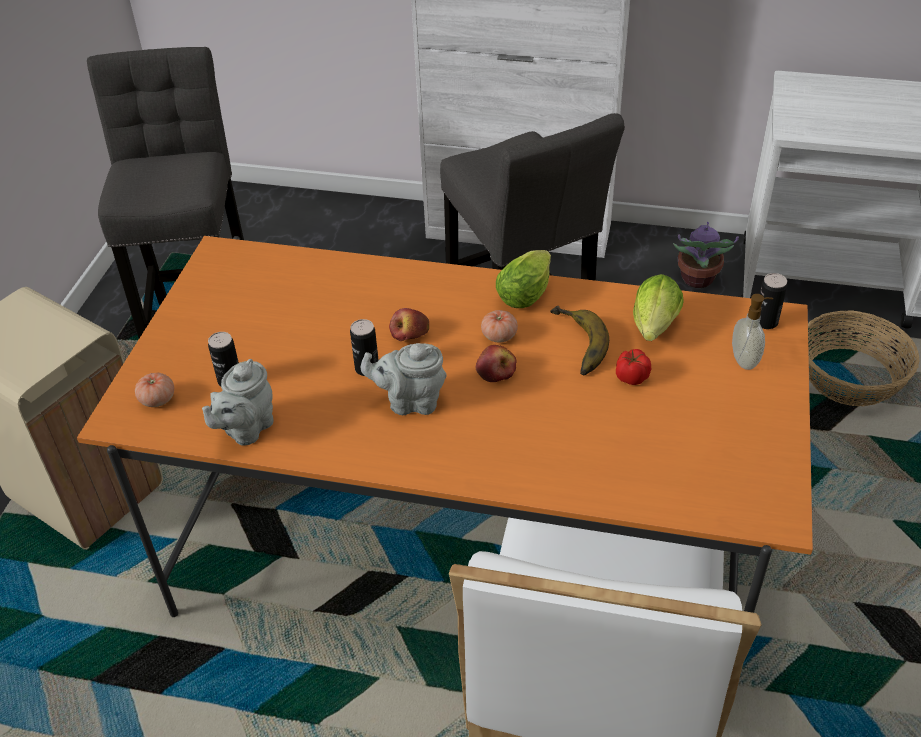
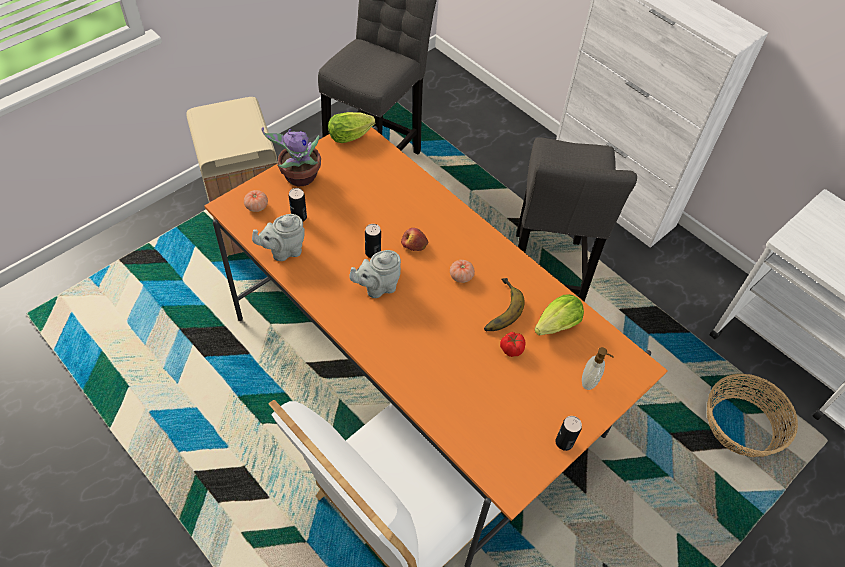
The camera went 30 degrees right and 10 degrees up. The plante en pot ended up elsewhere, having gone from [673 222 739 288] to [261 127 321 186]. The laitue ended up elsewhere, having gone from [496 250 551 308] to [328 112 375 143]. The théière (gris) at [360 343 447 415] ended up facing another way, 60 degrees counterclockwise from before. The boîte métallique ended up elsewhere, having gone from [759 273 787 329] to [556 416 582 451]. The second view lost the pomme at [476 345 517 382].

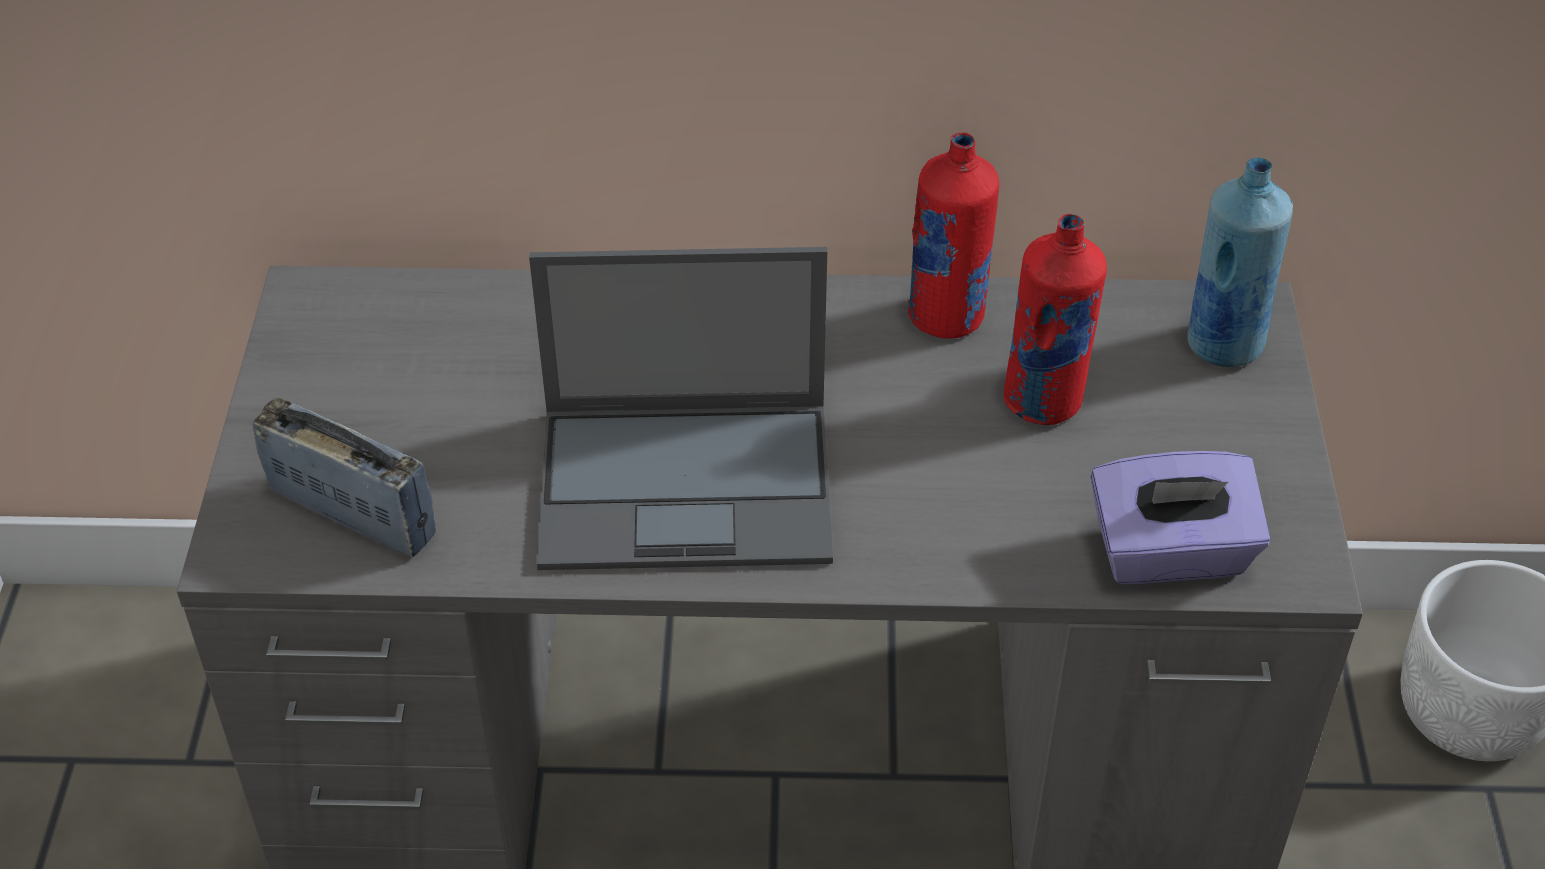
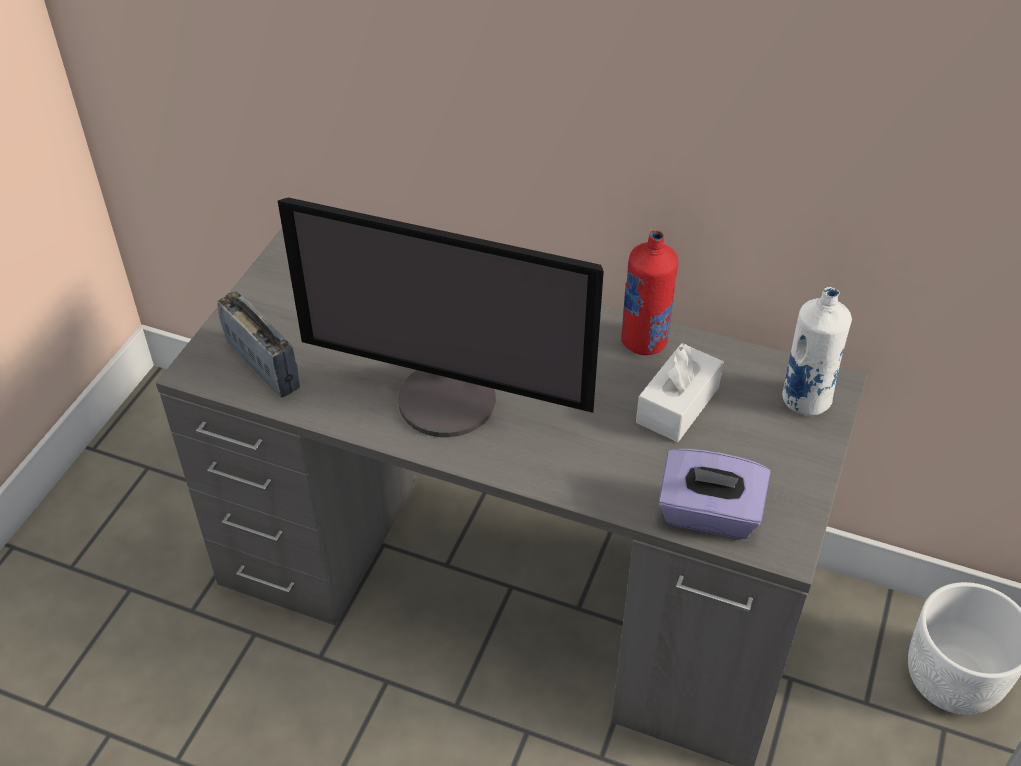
The camera went 20 degrees right and 0 degrees up. Where the ordinateur portable stood at [529 247 833 570], the écran d'ordinateur came to stand at [278 197 604 437]. Where the bouteille (rouge) stood at [1004 214 1107 425], the boîte à mouchoirs (blanc) came to stand at [636 343 723 442]. What was the bouteille (bleu) at [1187 157 1293 367] turned into the bouteille (blanc) at [782 287 852 416].

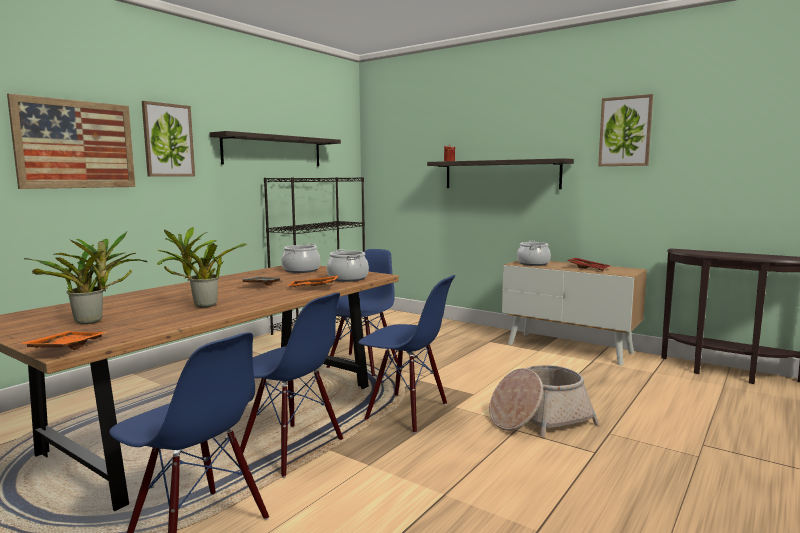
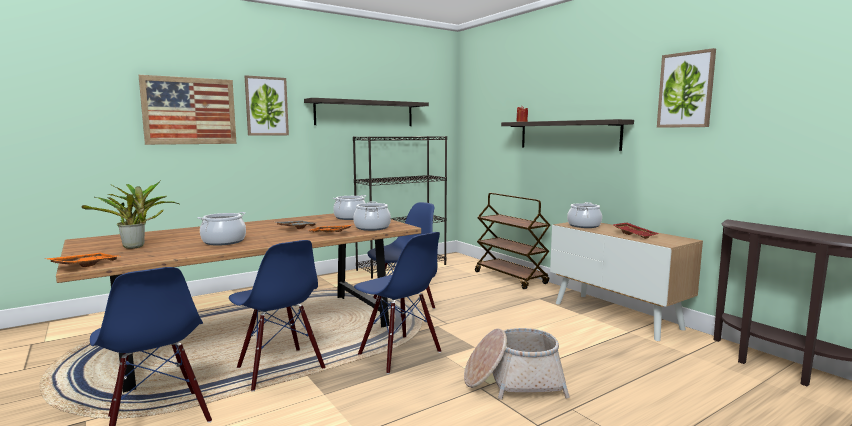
The camera went 20 degrees right and 0 degrees up. Where the plante en pot stood at [157 227 247 307], the marmite came to stand at [198 212 246 246]. The second view gained the chariot (marron) at [475 193 550 289].

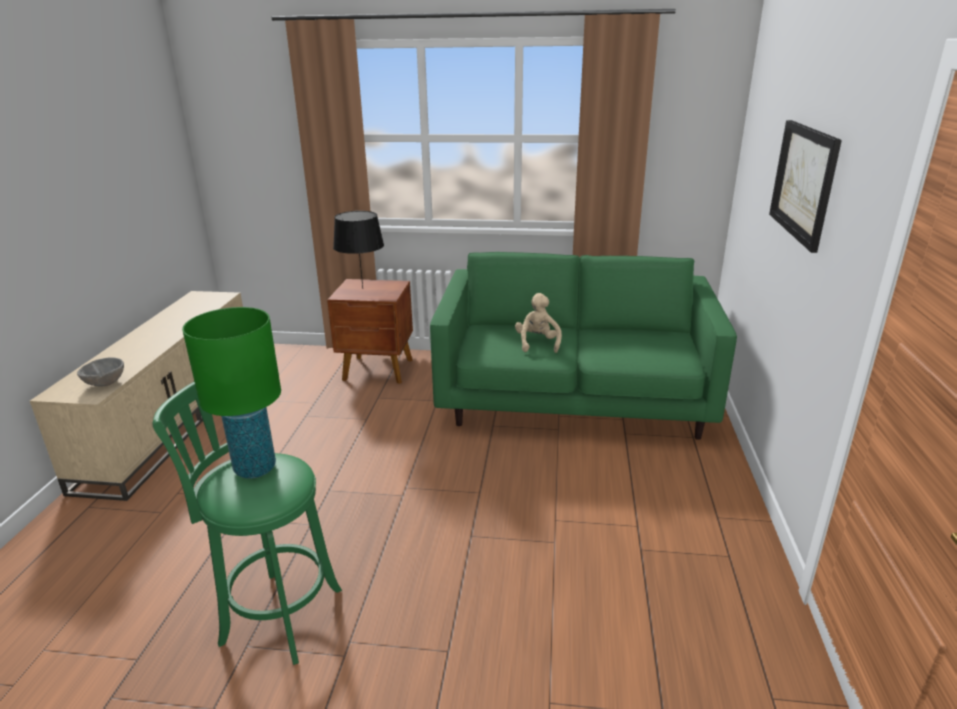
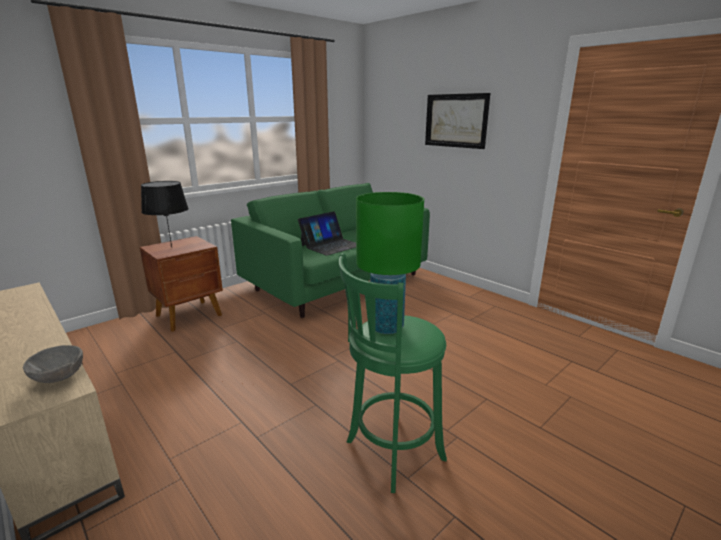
The camera went 50 degrees left and 5 degrees down. Where the peluche (beige) stood at [515 293 562 353], the ordinateur portable came to stand at [298 211 356 256].

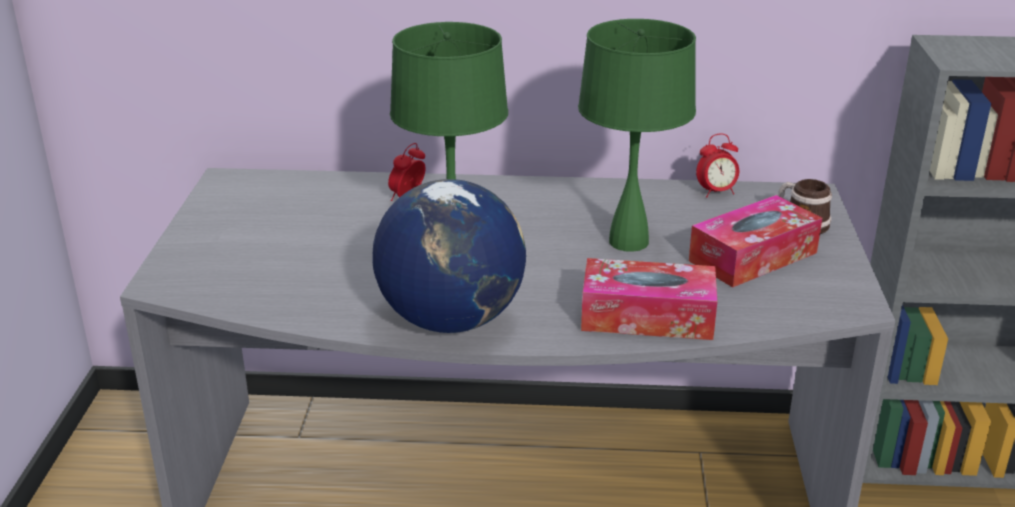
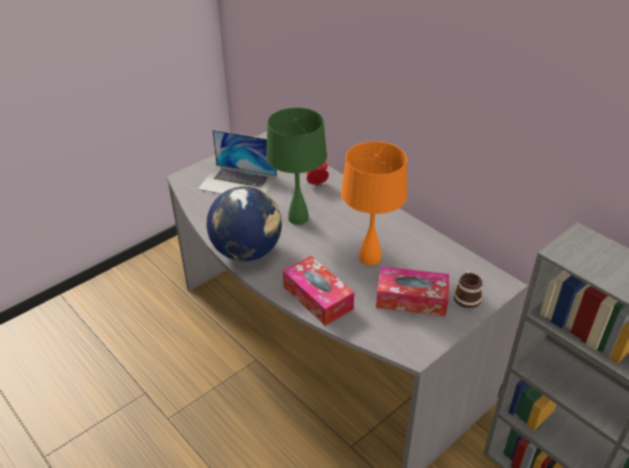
The camera went 45 degrees right and 10 degrees up. The second view gained the ordinateur portable at [198 130 277 194]. What was the lampe de table (vert) at [578 19 696 252] turned into the lampe de table (orange) at [341 141 407 265]. The second view lost the réveil at [696 134 739 197].

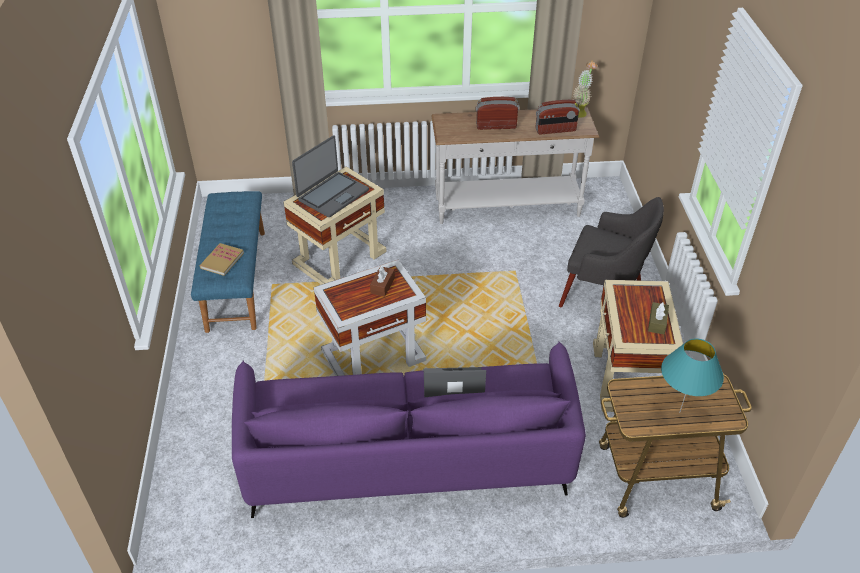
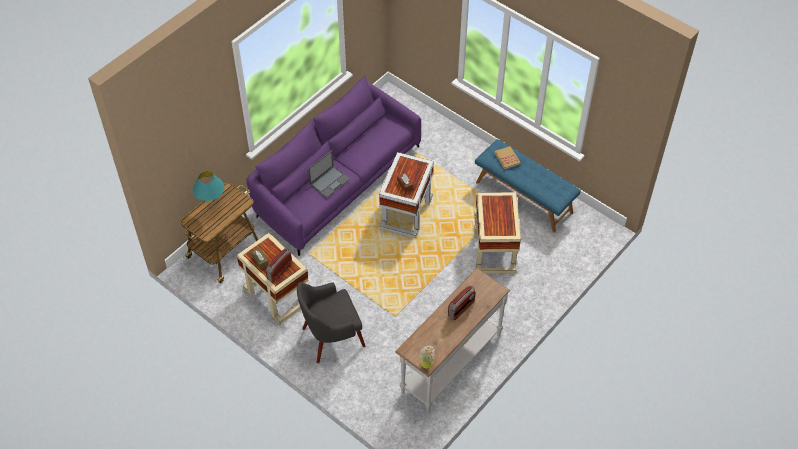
The camera went 135 degrees right and 10 degrees up. The radio ended up elsewhere, having gone from [535 100 580 135] to [266 248 292 283]. The second view lost the ordinateur portable at [292 135 369 217].

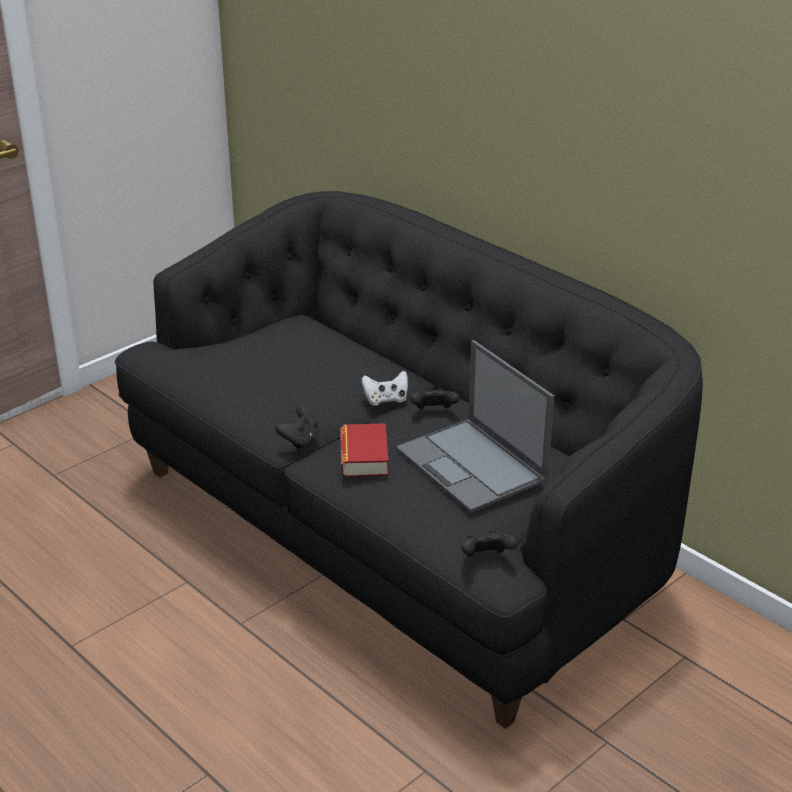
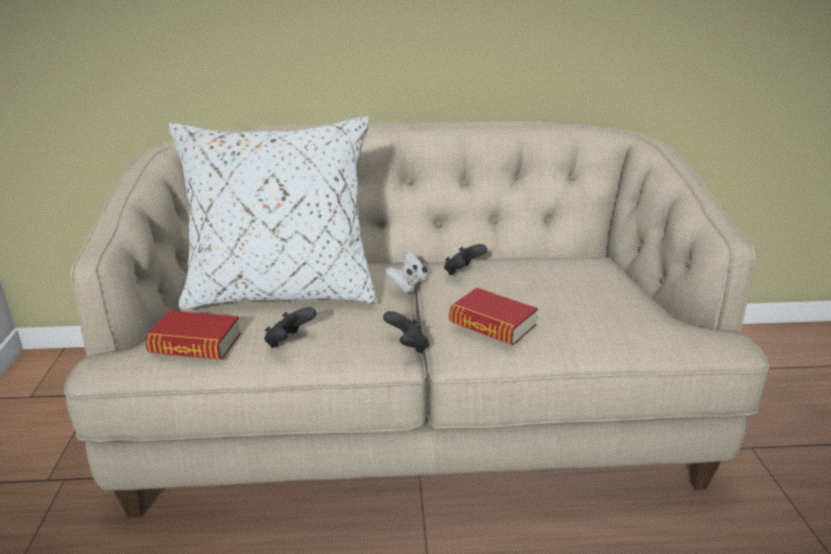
The camera went 50 degrees left and 5 degrees down. What was the canapé (noir) at [115 191 703 729] turned into the canapé (beige) at [64 121 770 517]. The second view gained the livre at [145 310 241 360]. The second view gained the coussin (blanc) at [168 116 377 310]. The manette (noir) ended up elsewhere, having gone from [461 531 518 556] to [264 307 317 348]. The second view lost the ordinateur portable at [396 340 554 513].

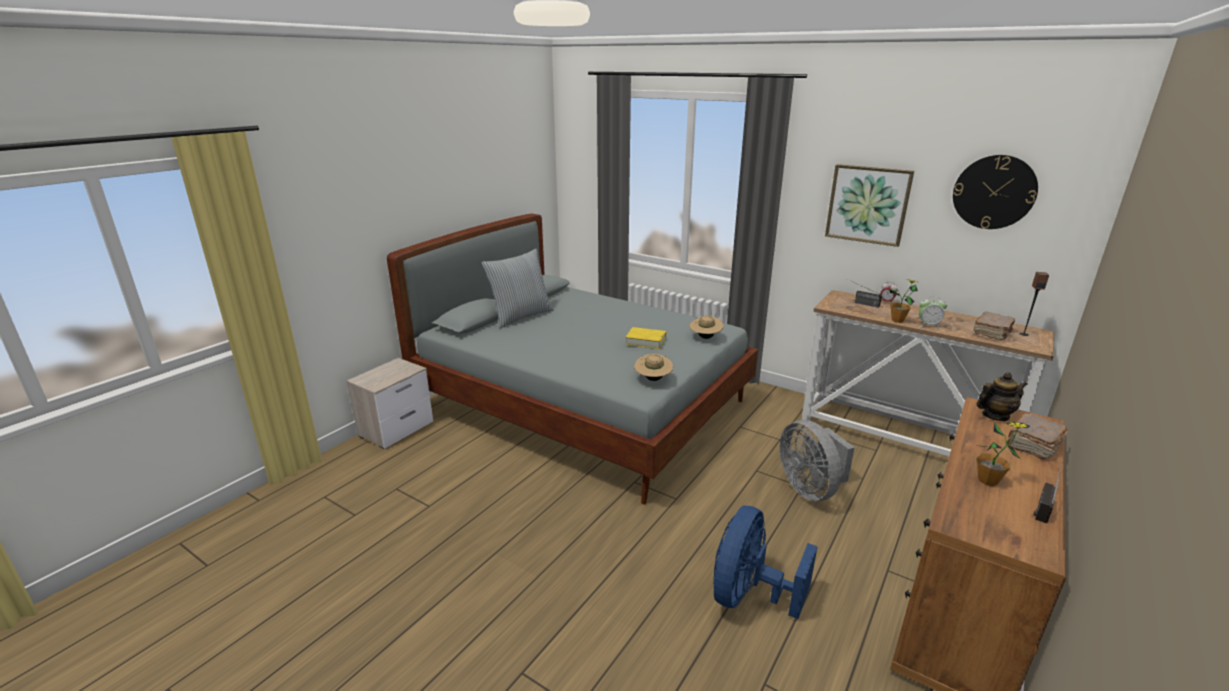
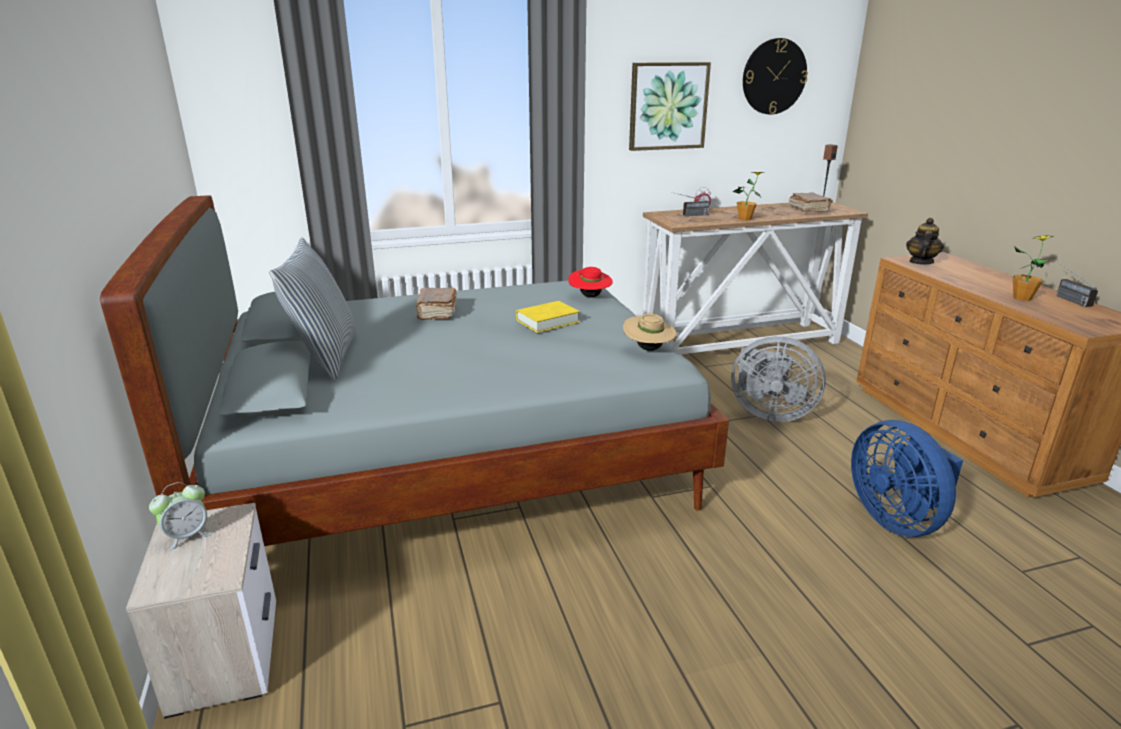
The camera went 50 degrees left and 0 degrees up. The réveil ended up elsewhere, having gone from [919 296 947 329] to [149 482 213 551]. The livre (marron) ended up elsewhere, having gone from [1007 413 1068 460] to [416 288 457 320]. What was the chapeau (beige) at [689 316 723 339] turned into the chapeau (rouge) at [568 267 613 298].

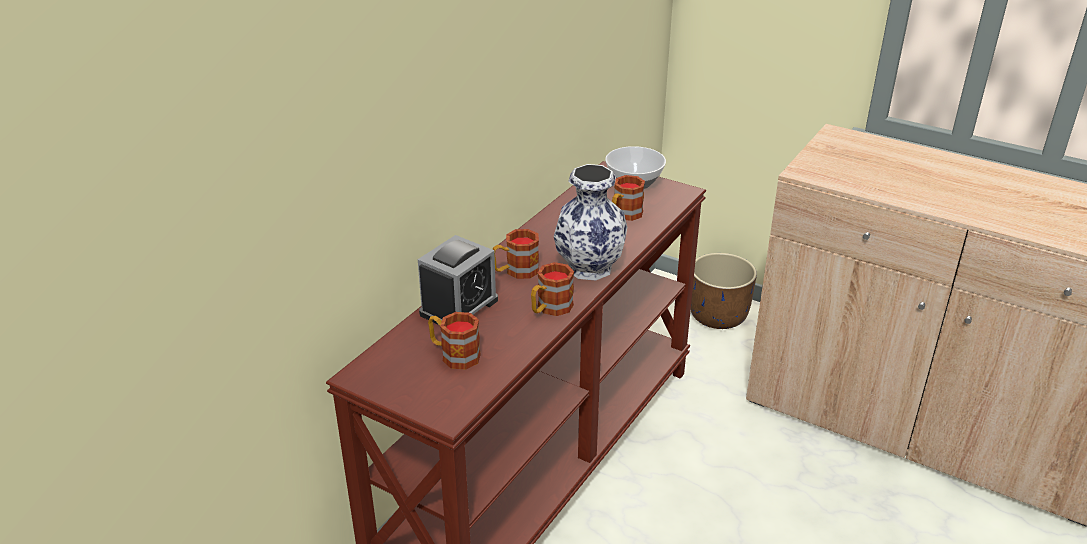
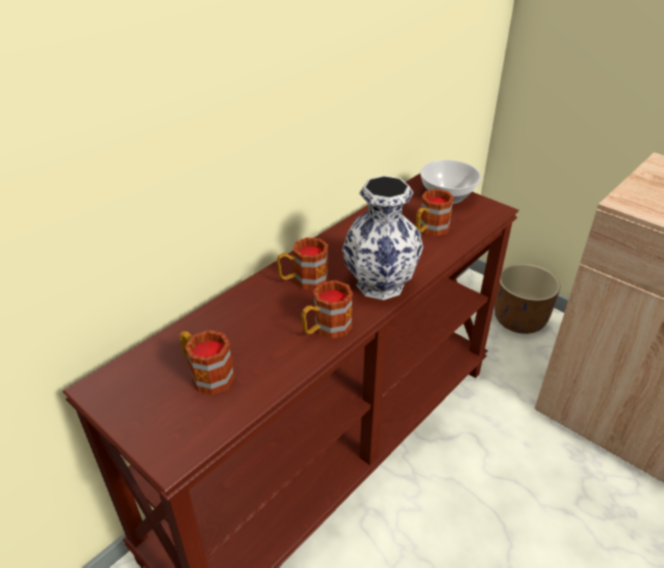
The camera went 10 degrees right and 5 degrees up. The second view lost the réveil at [418 235 498 324].

